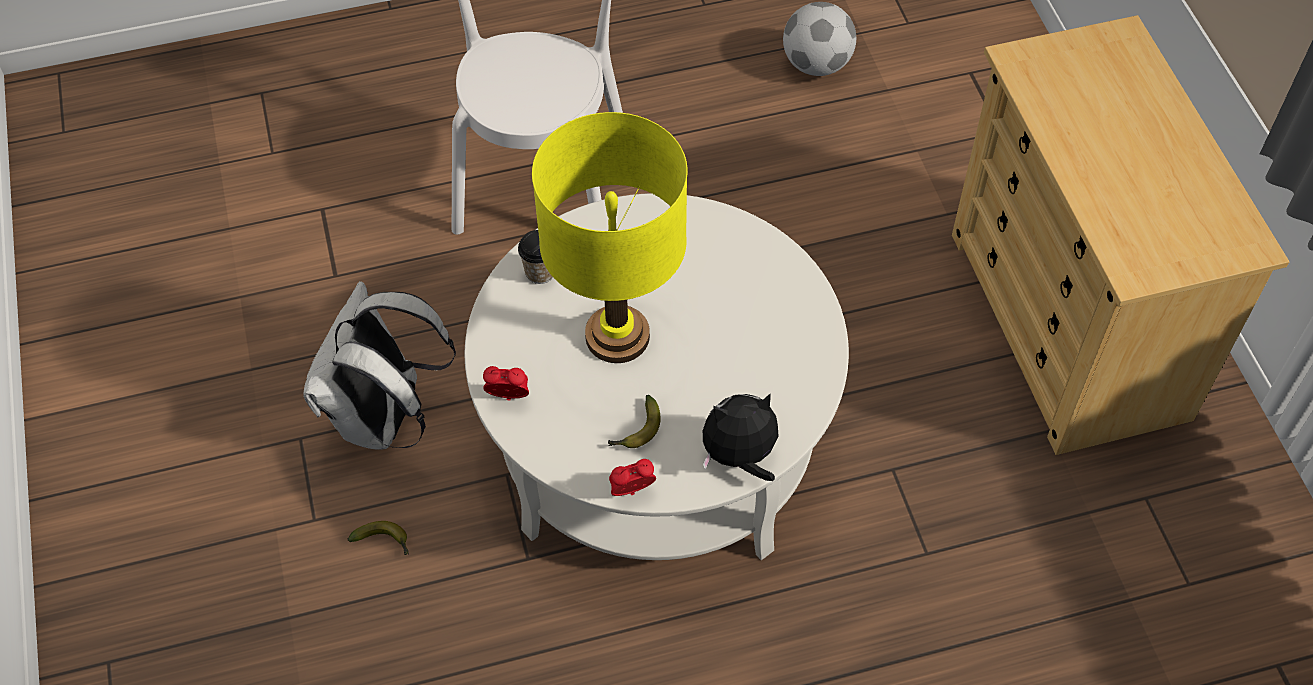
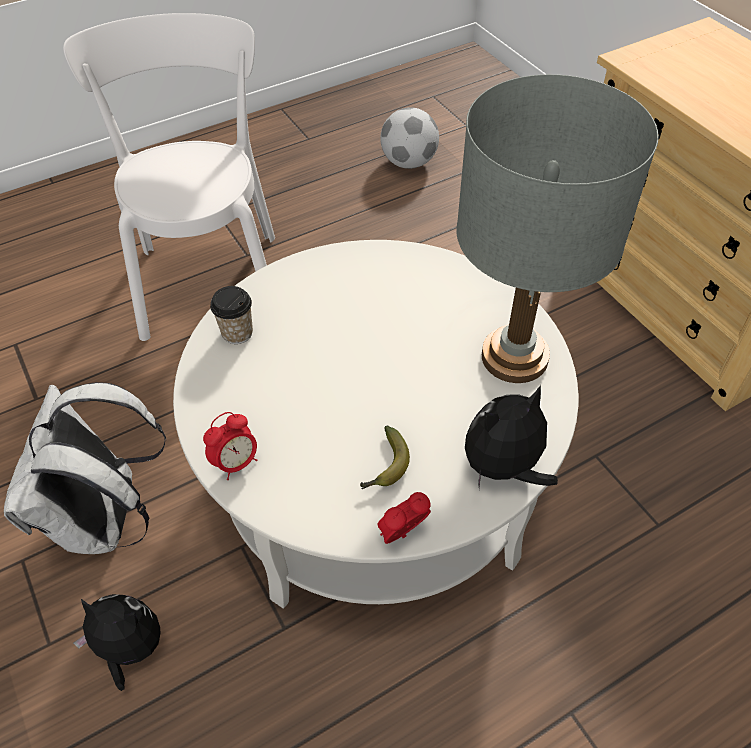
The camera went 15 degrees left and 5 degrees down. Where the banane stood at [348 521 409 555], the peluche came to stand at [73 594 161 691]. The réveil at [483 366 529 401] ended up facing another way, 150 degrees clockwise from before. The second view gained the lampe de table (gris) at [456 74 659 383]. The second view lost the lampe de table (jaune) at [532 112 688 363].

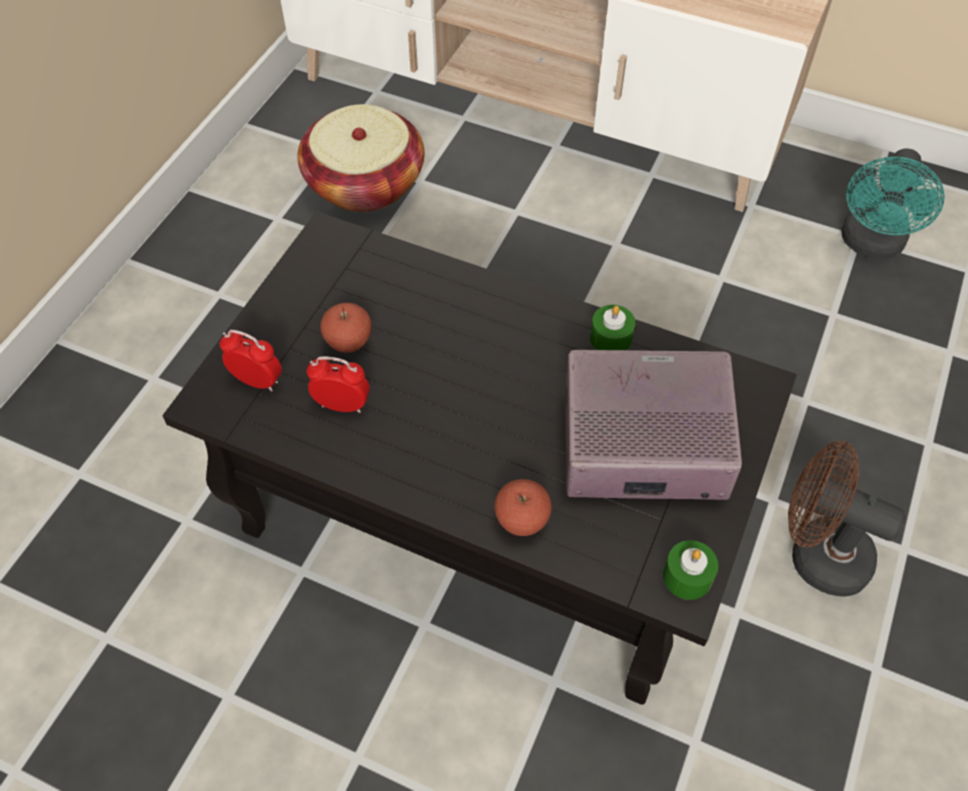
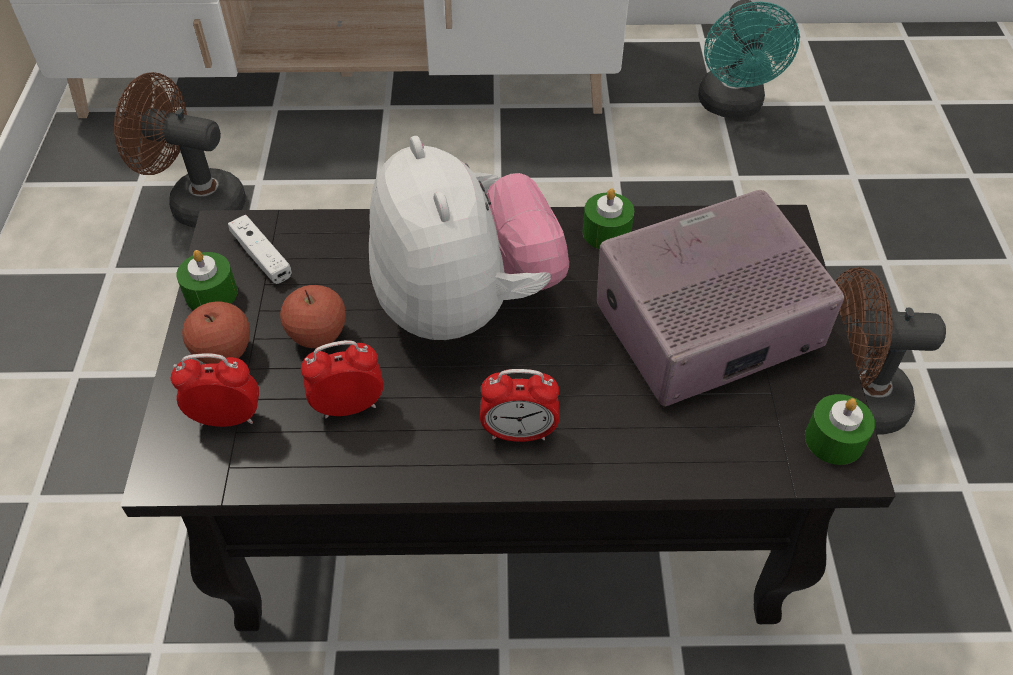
The camera went 25 degrees left and 5 degrees down. Where the panier stood at [297 104 424 212], the ventilateur (marron) came to stand at [114 72 246 228]. The second view gained the bougie (vert) at [176 250 238 310]. The pomme ended up elsewhere, having gone from [495 479 552 536] to [182 302 250 364]. The second view gained the manette (blanc) at [228 215 292 284]. The second view gained the peluche at [369 136 569 340]. The second view gained the réveil at [480 369 559 442].

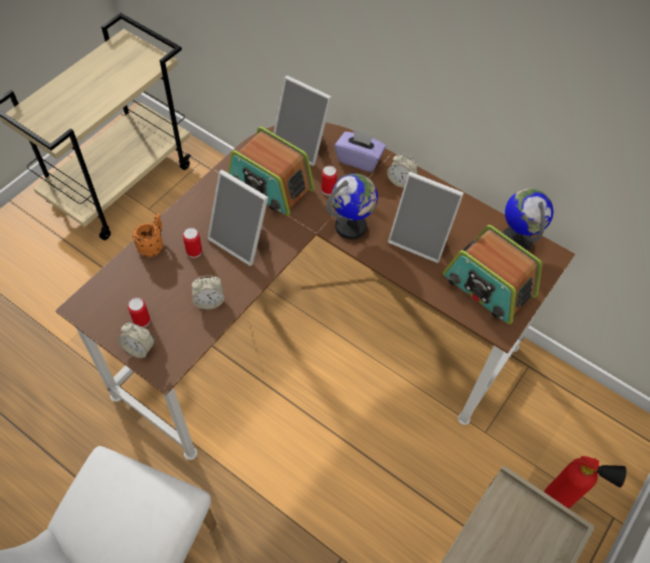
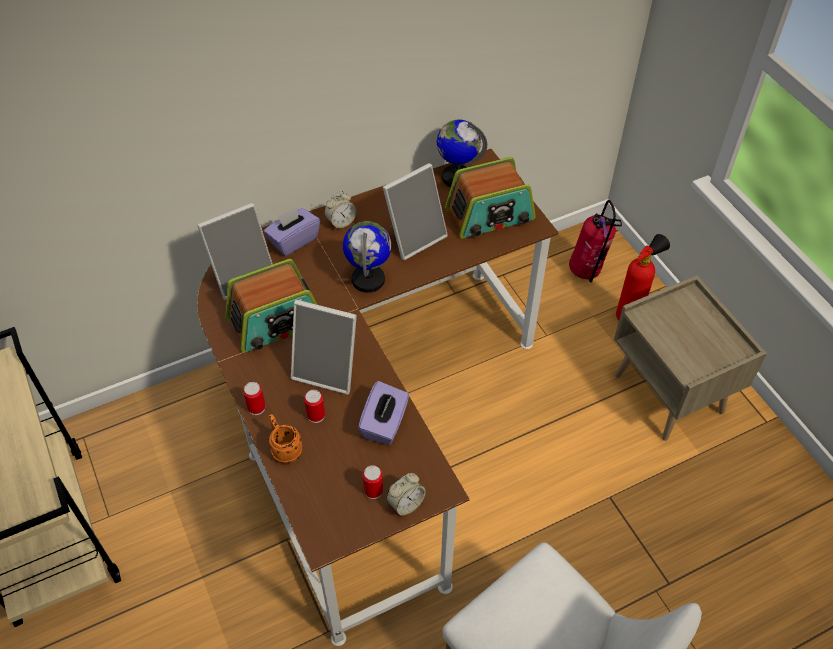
The camera went 60 degrees left and 5 degrees down. The boîte métallique ended up elsewhere, having gone from [321 166 337 195] to [243 382 265 415]. The cadre photo at [207 170 268 266] ended up facing another way, 45 degrees clockwise from before. Where the réveil stood at [192 275 224 310], the boîte à mouchoirs (violet) came to stand at [358 381 409 445]. The second view gained the extincteur at [569 200 622 282].

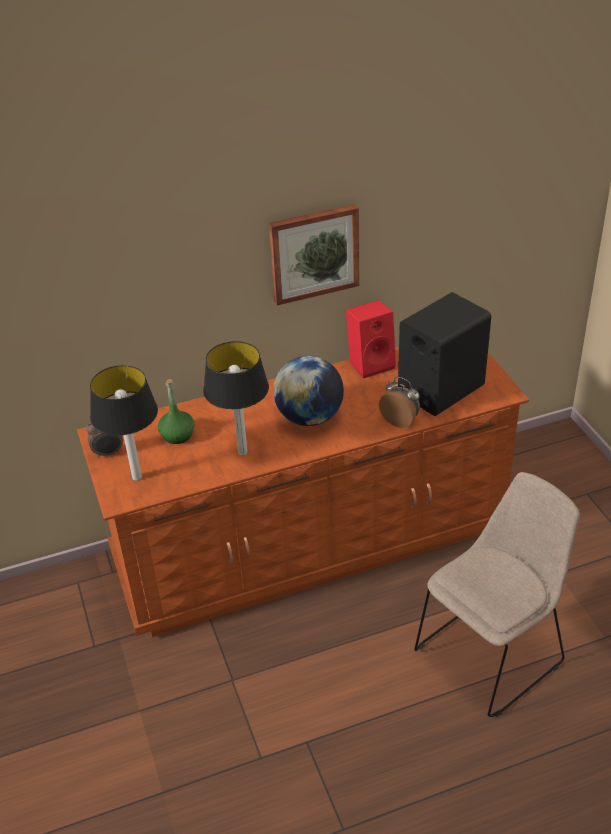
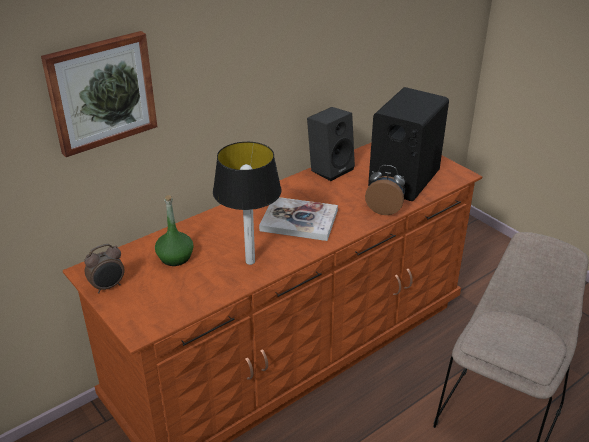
The camera went 20 degrees left and 5 degrees down. The tableau ended up elsewhere, having gone from [269 204 359 305] to [41 31 157 157]. Where the globe stood at [273 356 344 426], the livre came to stand at [259 197 338 241]. What was the enceinte (rouge) at [346 300 396 378] turned into the enceinte (noir) at [307 107 355 181]. The second view lost the lampe de table at [90 365 158 481].

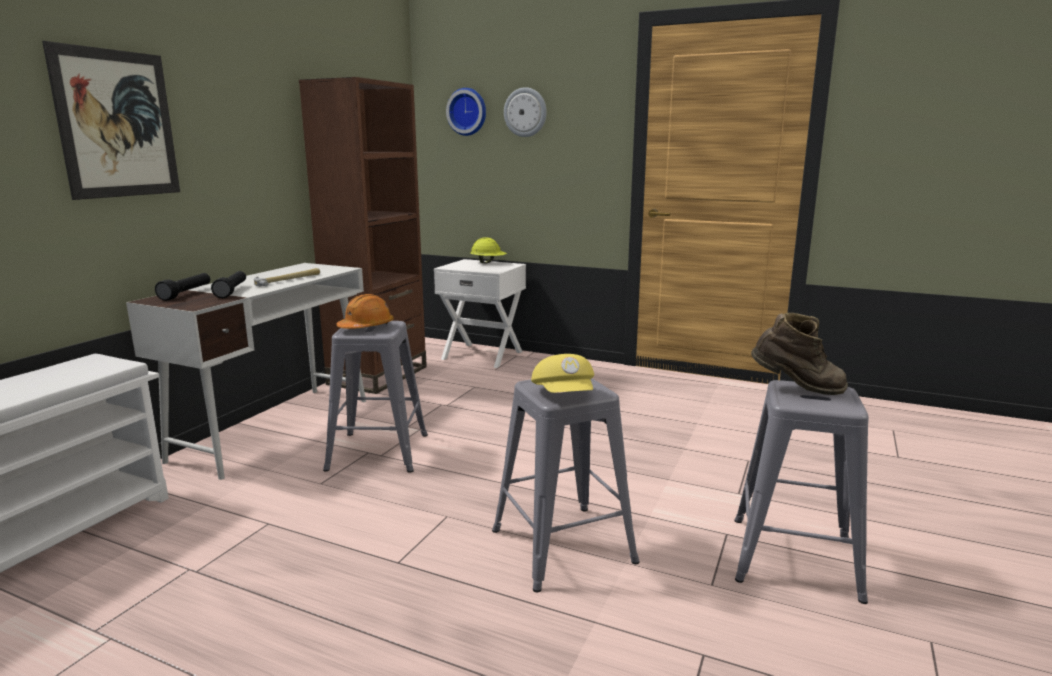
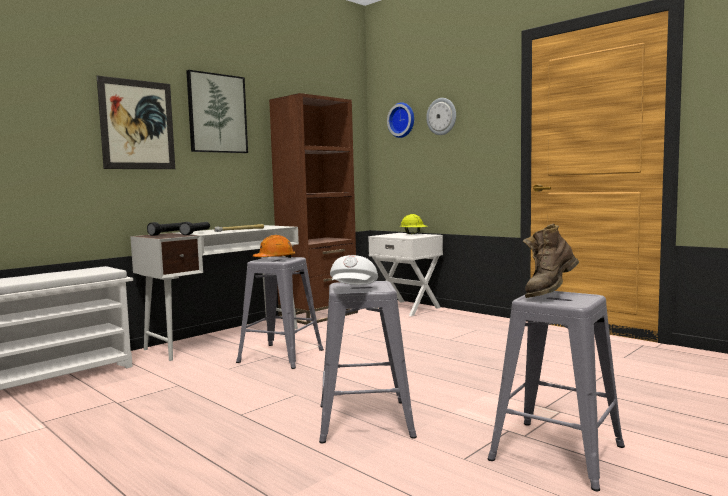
The camera went 20 degrees right and 10 degrees down. The second view gained the tableau at [186 70 248 153]. What was the casquette (jaune) at [531 354 594 393] turned into the casquette (blanc) at [330 255 378 285]. The botte (marron) at [751 313 848 395] ended up facing another way, 105 degrees clockwise from before.

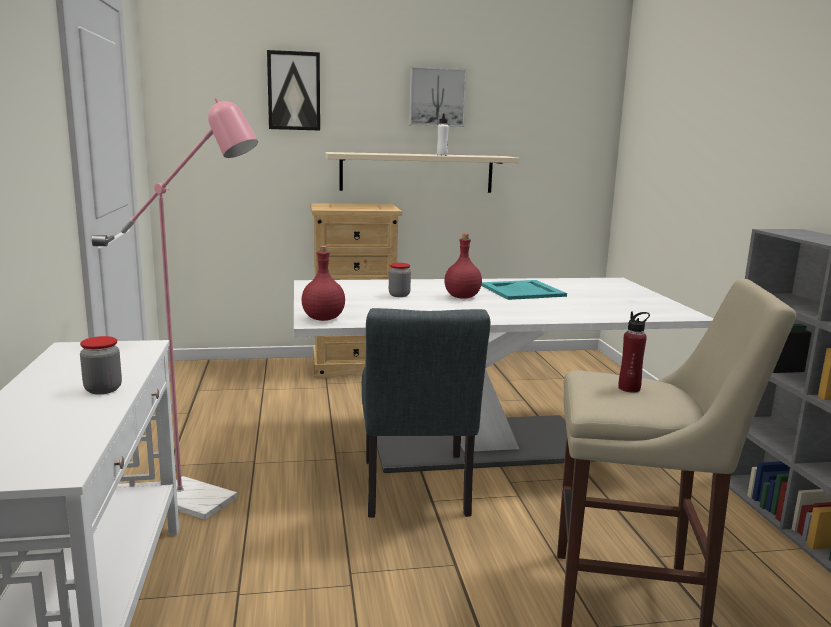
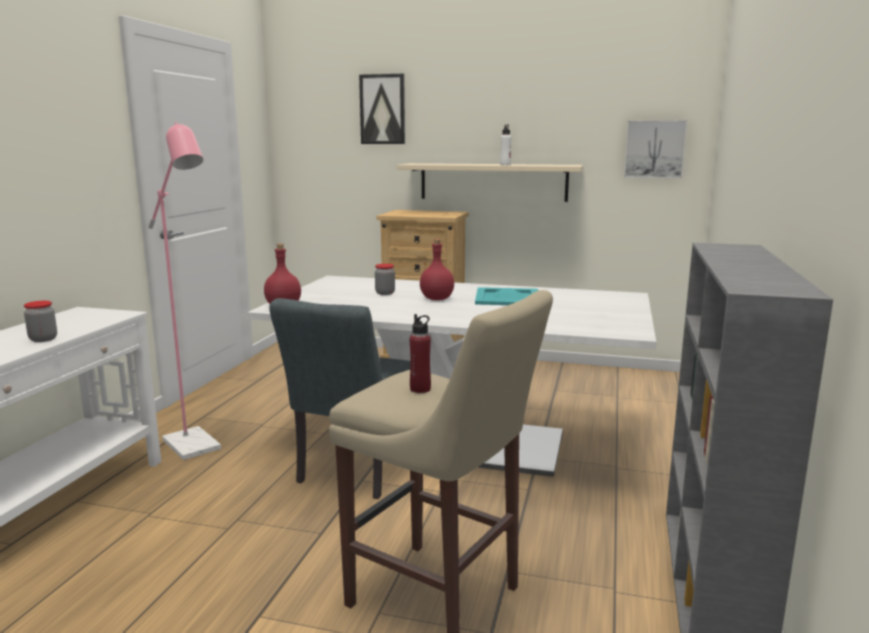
The camera went 25 degrees right and 0 degrees up. The tableau ended up elsewhere, having gone from [409 67 467 127] to [624 120 687 178].

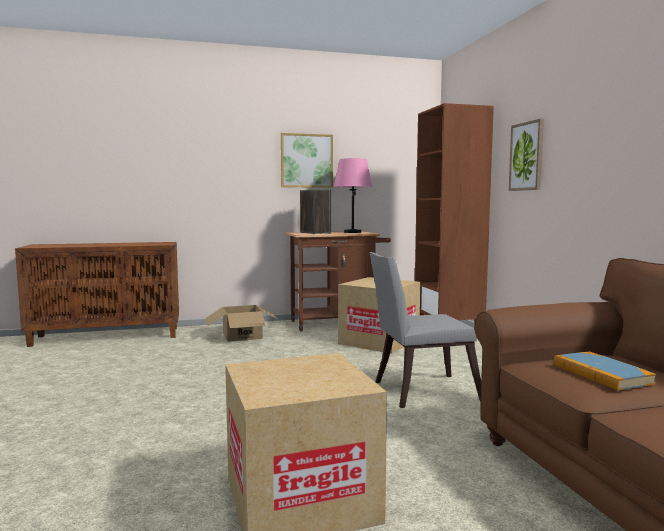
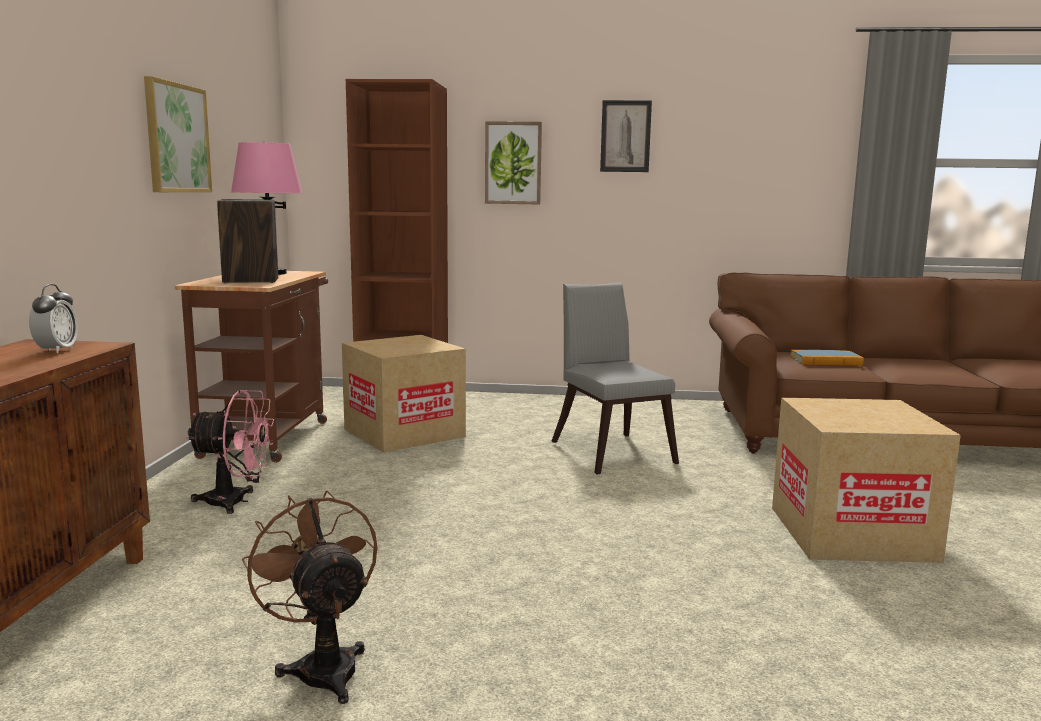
The camera went 70 degrees left and 5 degrees up. The second view gained the réveil at [29 284 78 353]. Where the carton stood at [206 305 279 342], the ventilateur (rose) came to stand at [186 390 274 514]. The second view gained the ventilateur (marron) at [242 490 377 704]. The chaise (gris) at [370 252 481 408] ended up facing another way, 150 degrees clockwise from before. The second view gained the tableau at [600 100 652 172].

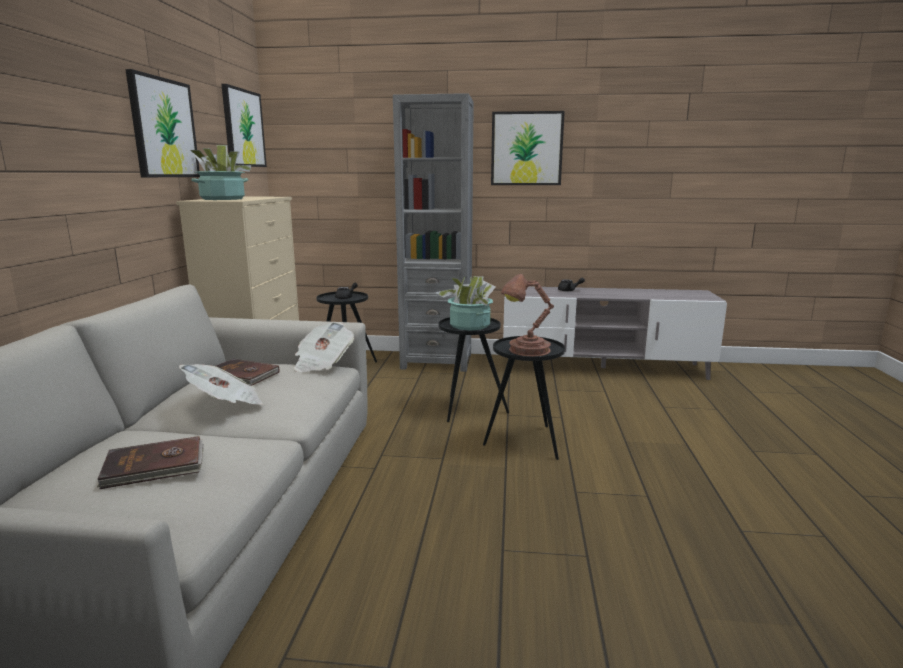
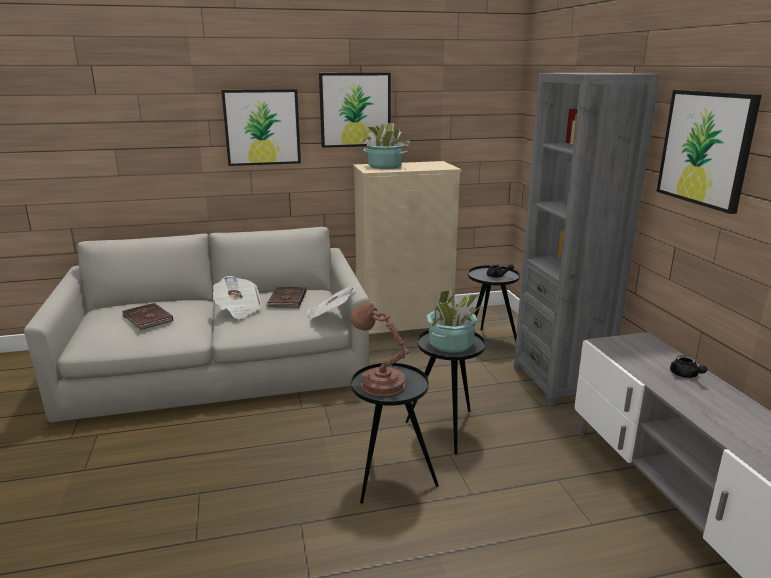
The camera went 70 degrees right and 5 degrees up. The tableau ended up elsewhere, having gone from [221 84 267 167] to [221 89 301 166].

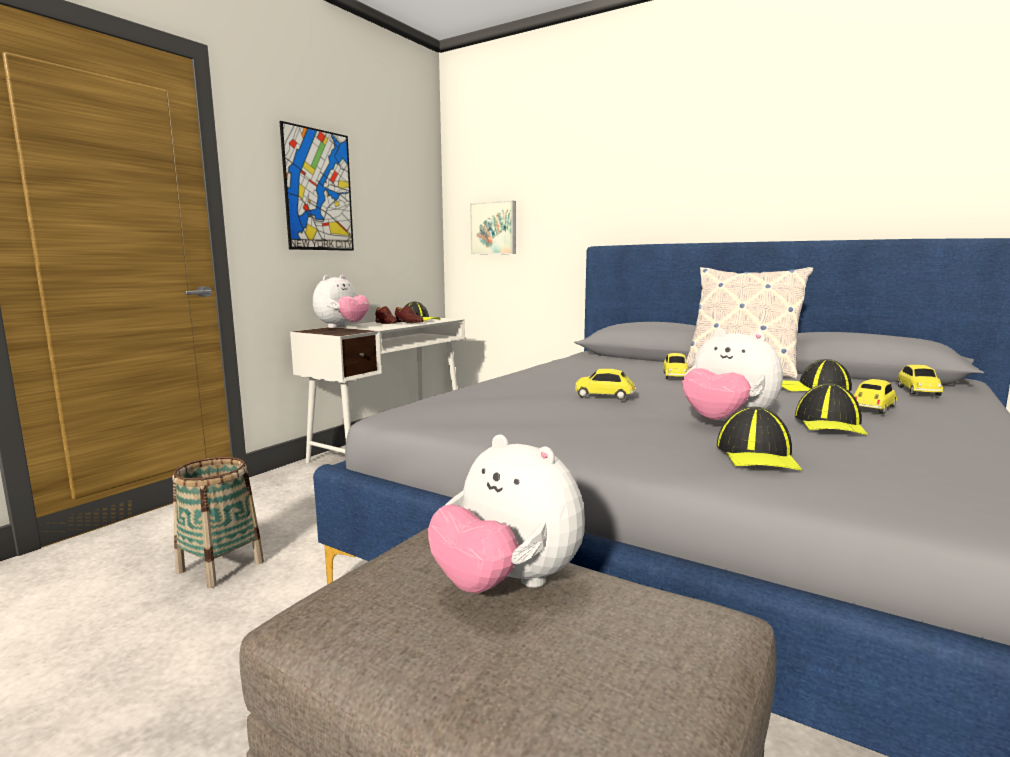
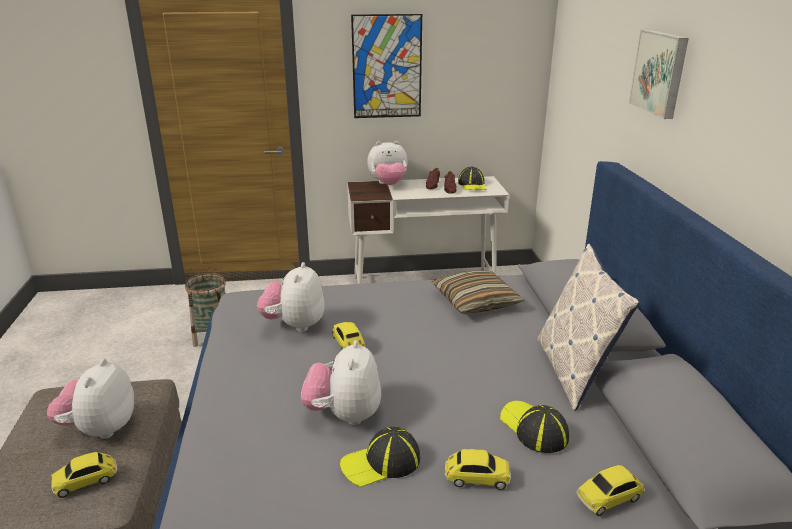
The camera went 50 degrees right and 15 degrees up. The petite voiture ended up elsewhere, having gone from [664 353 688 379] to [51 452 117 498]. The second view gained the peluche at [257 262 325 332]. The second view gained the coussin at [432 271 525 314]. The tableau ended up elsewhere, having gone from [470 200 516 255] to [629 29 689 119]. The second view lost the casquette at [717 406 802 471].

